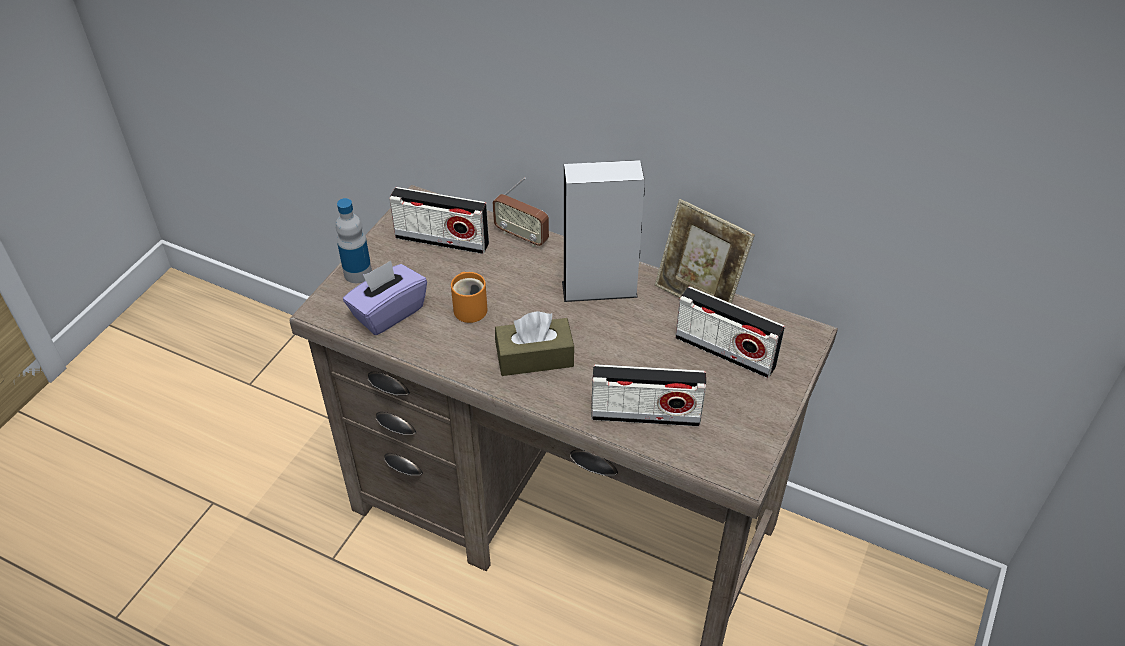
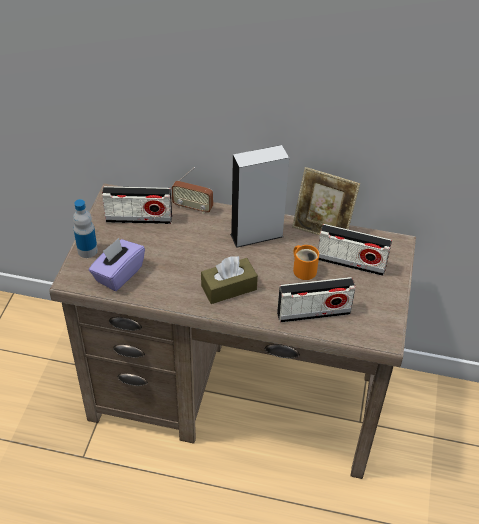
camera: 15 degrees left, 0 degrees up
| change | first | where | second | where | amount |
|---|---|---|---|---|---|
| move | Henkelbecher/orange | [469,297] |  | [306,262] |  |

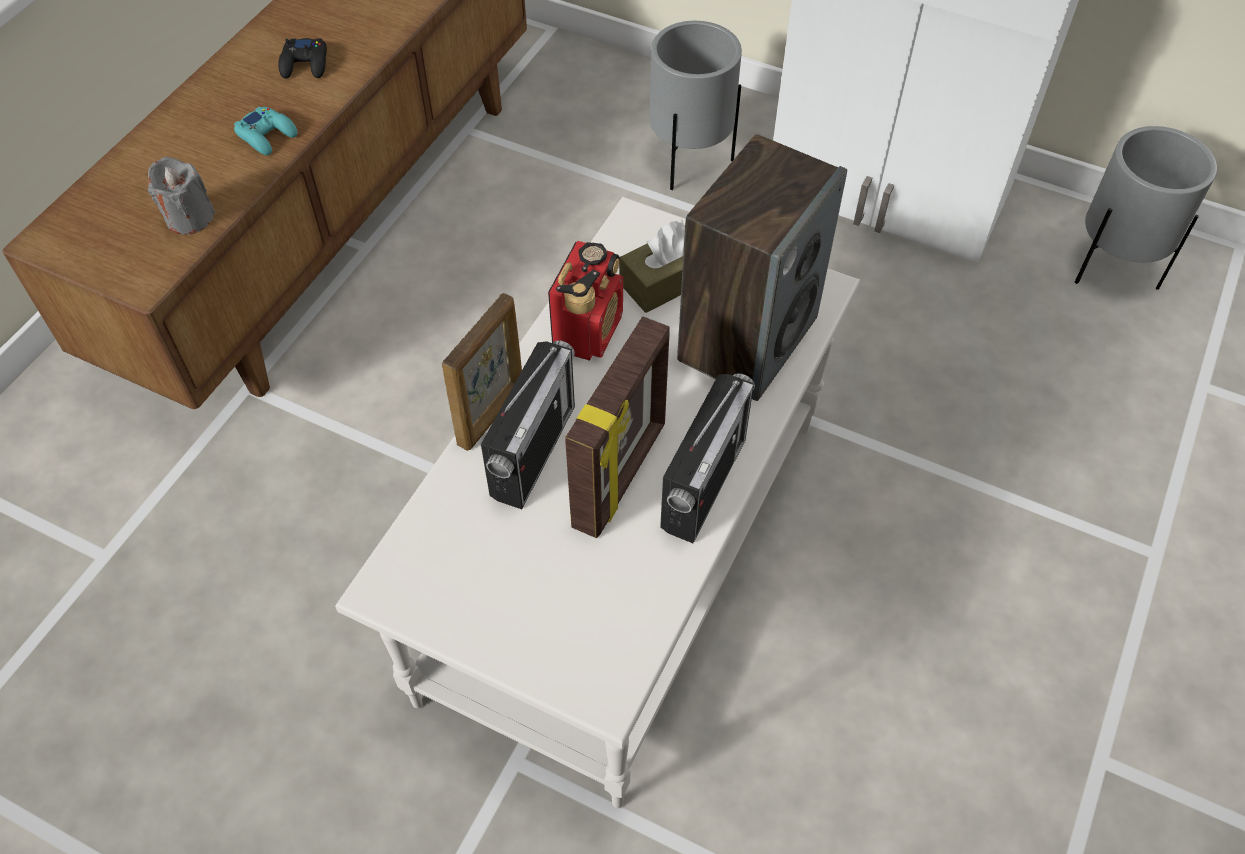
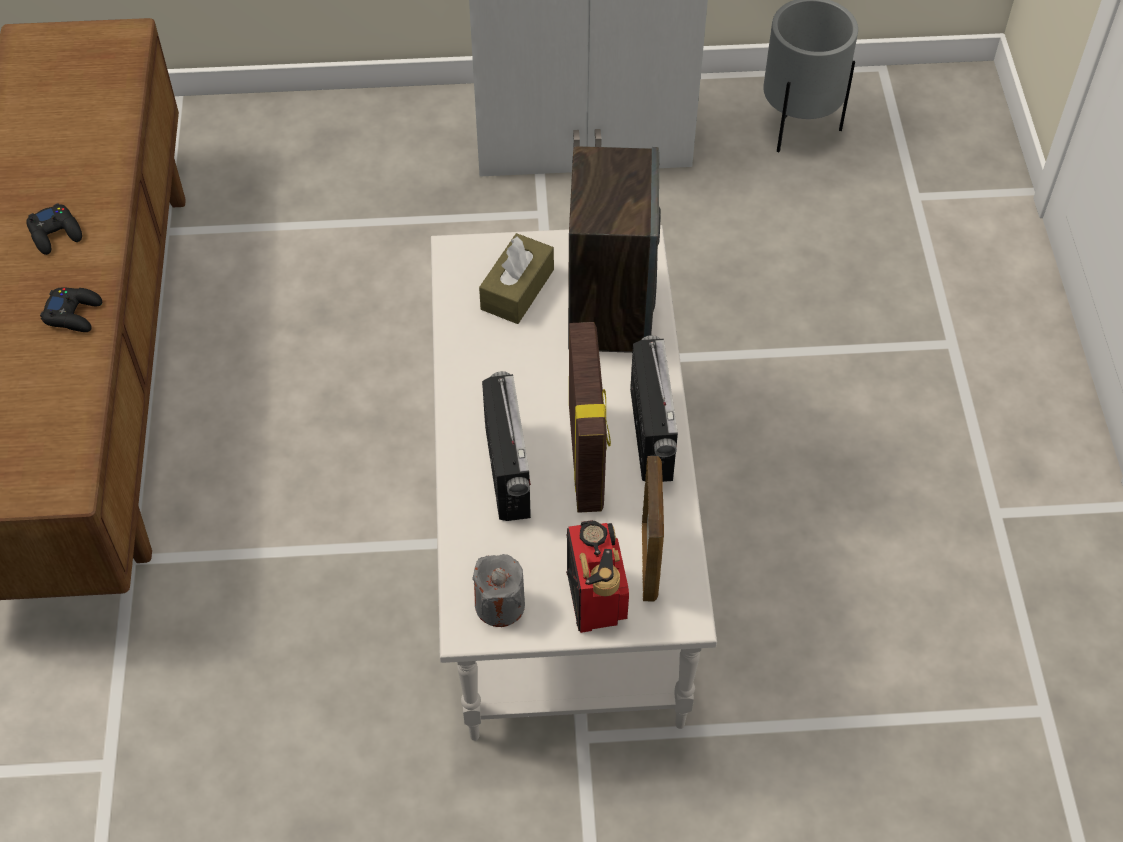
camera: 30 degrees left, 0 degrees up
| change | first | where | second | where | amount |
|---|---|---|---|---|---|
| recolor | Gamepad/türkis | [265,130] | Gamepad/schwarz | [71,310] |  |
| move | Kerze/grau | [181,196] |  | [498,590] |  |
| move | Radio | [585,301] |  | [597,576] |  |
| move | Bilderrahmen | [482,372] |  | [653,529] |  |
| delete | Pflanzkübel/grau | [696,105] |  |  |  |

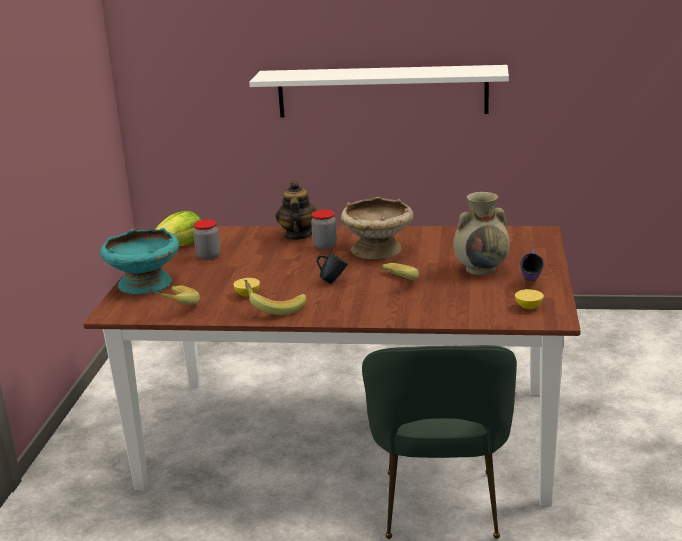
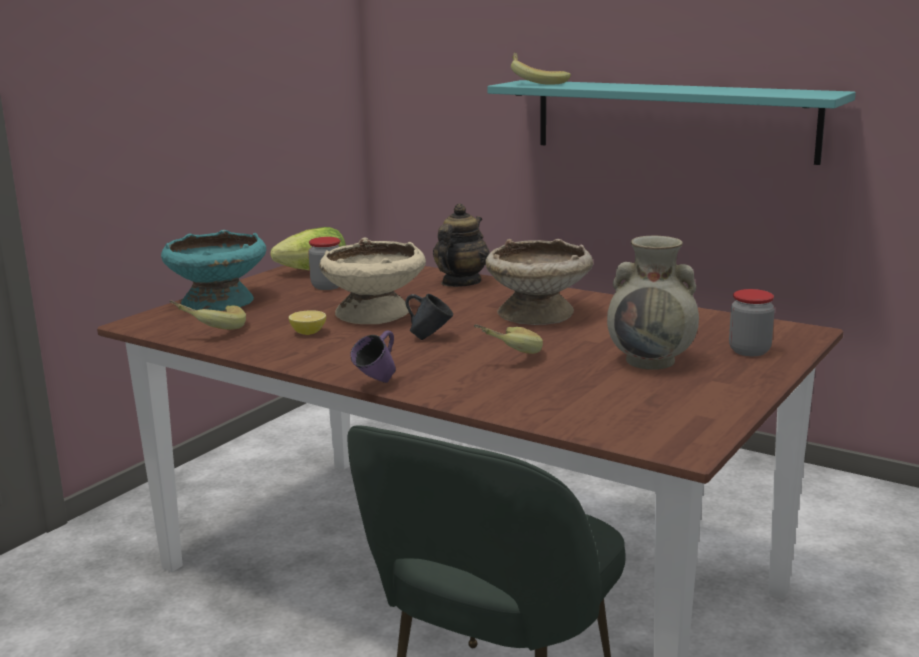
camera: 25 degrees right, 5 degrees down
| change | first | where | second | where | amount |
|---|---|---|---|---|---|
| insert |  |  | Schüssel/beige | [373,280] |  |
| move | Henkelbecher/lila | [532,265] |  | [373,356] |  |
| recolor | Wandregal/weiß | [379,91] | Wandregal/türkis | [671,122] |  |
| move | Banane | [275,297] |  | [541,68] |  |
| move | Vorratsglas | [324,230] |  | [752,322] |  |
| delete | Zitrone | [529,299] |  |  |  |

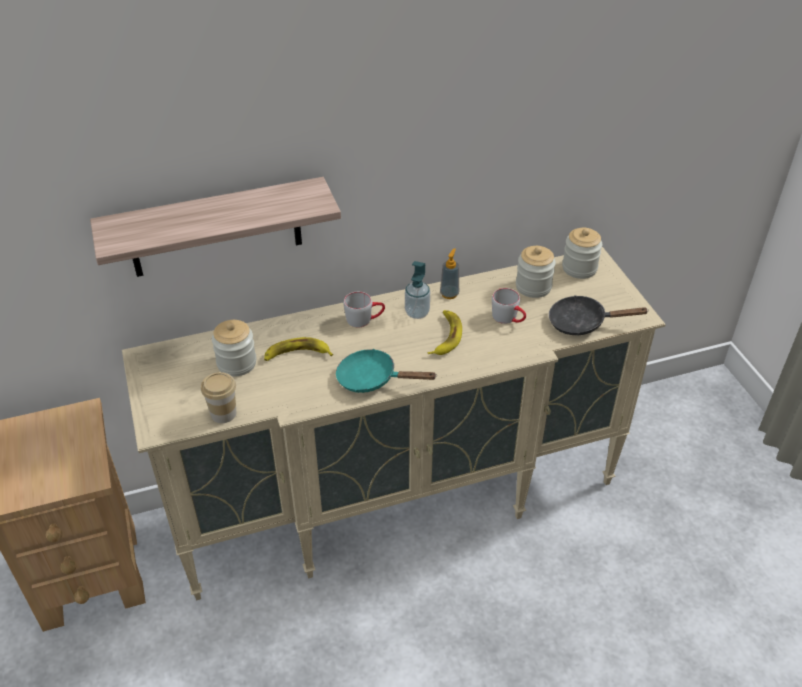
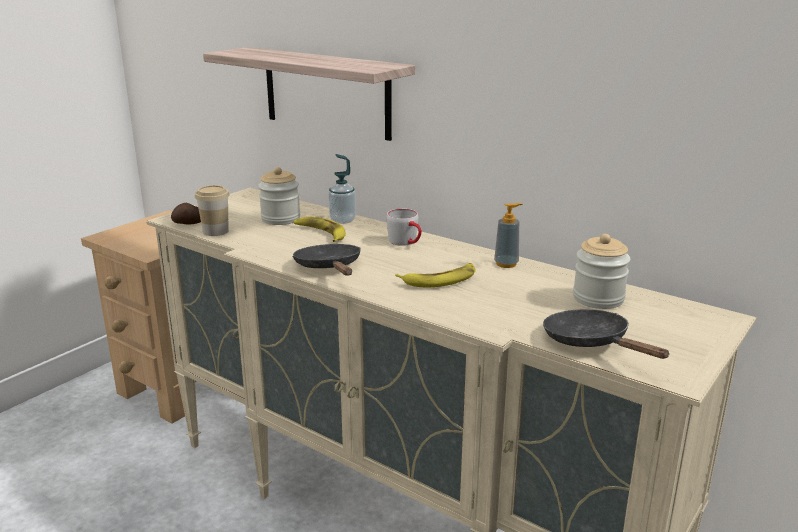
camera: 55 degrees right, 20 degrees down
| change | first | where | second | where | amount |
|---|---|---|---|---|---|
| insert |  |  | Kartoffel | [186,213] |  |
| recolor | Pfanne/türkis | [386,371] | Pfanne/schwarz | [327,260] |  |
| move | Seifenspender | [417,290] |  | [342,189] |  |
| delete | Henkelbecher/grau | [509,306] |  |  |  |
| delete | Vorratsglas | [582,253] |  |  |  |

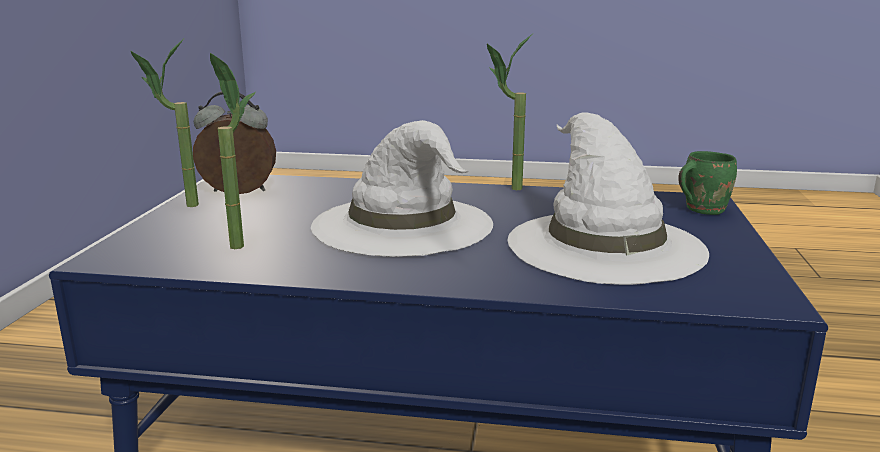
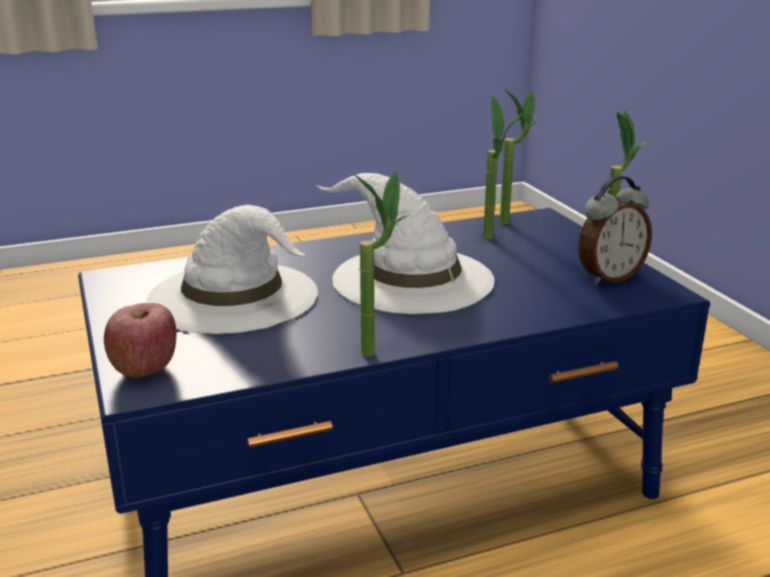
camera: 150 degrees right, 5 degrees up
| change | first | where | second | where | amount |
|---|---|---|---|---|---|
| replace | Henkelbecher/grün | [707,183] | Apfel | [140,340] |  |
| insert |  |  | Topfpflanze | [520,156] |  |

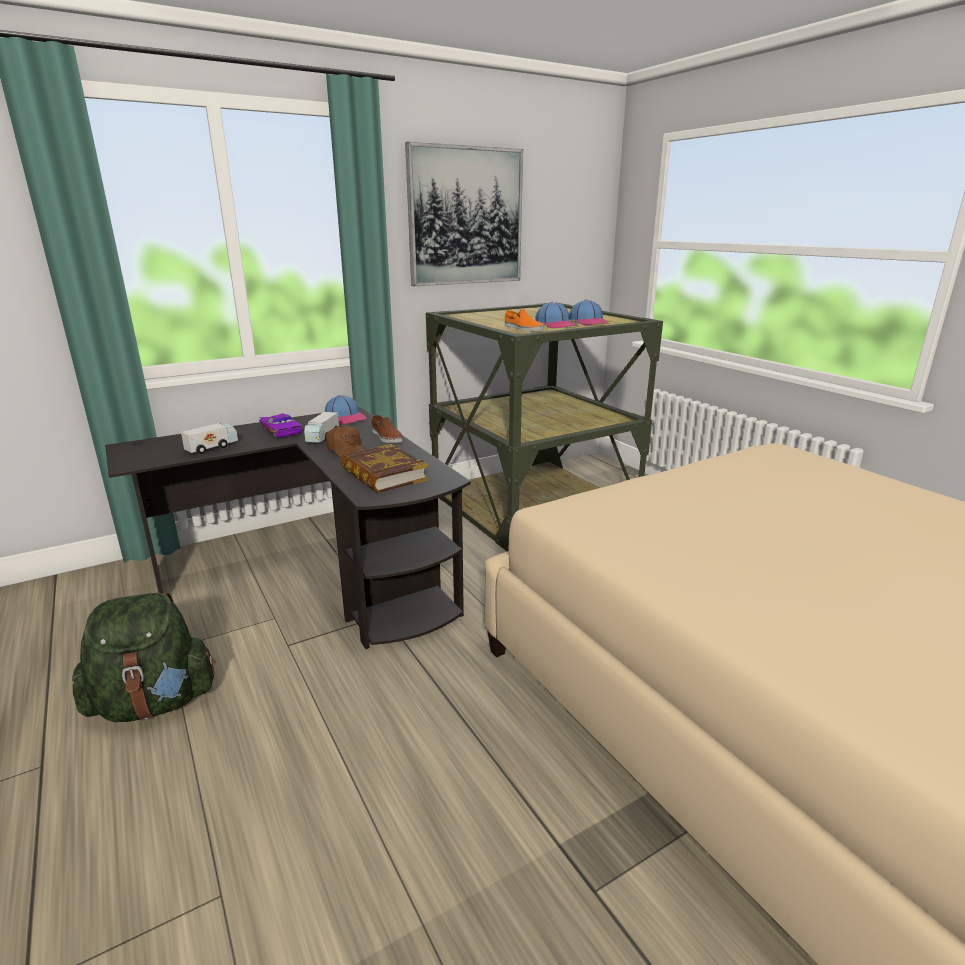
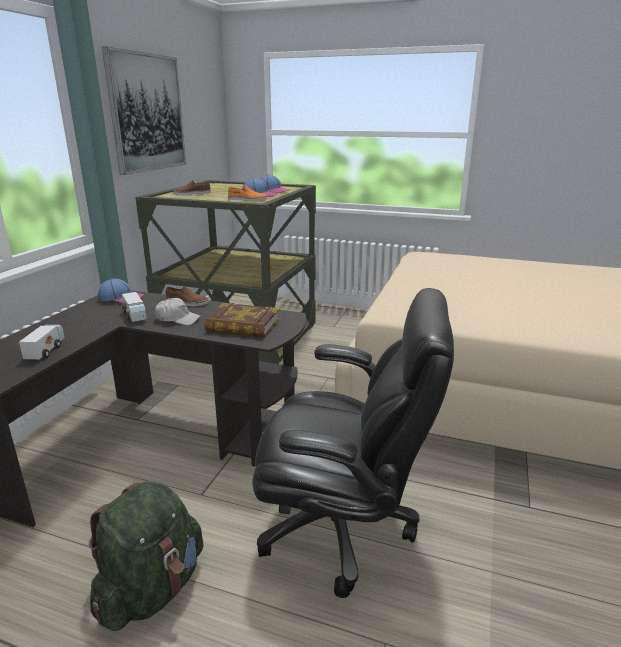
camera: 40 degrees left, 0 degrees up
| change | first | where | second | where | amount |
|---|---|---|---|---|---|
| recolor | Kappe/braun | [346,441] | Kappe/weiß | [178,311] |  |
| insert |  |  | Schuh/braun | [192,187] |  |
| insert |  |  | Bürostuhl/schwarz | [353,443] |  |
| delete | Spielzeugauto/lila | [280,425] |  |  |  |

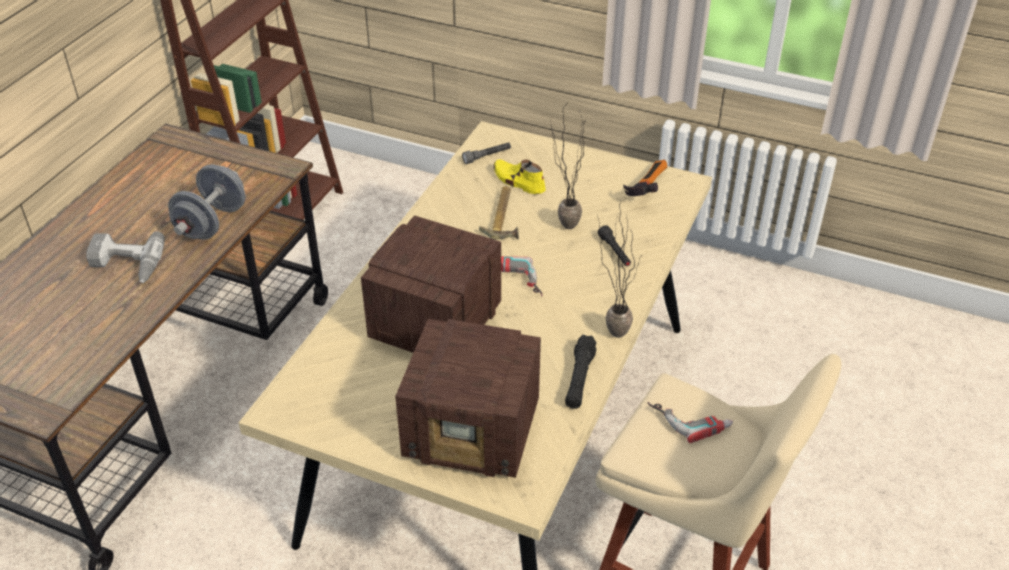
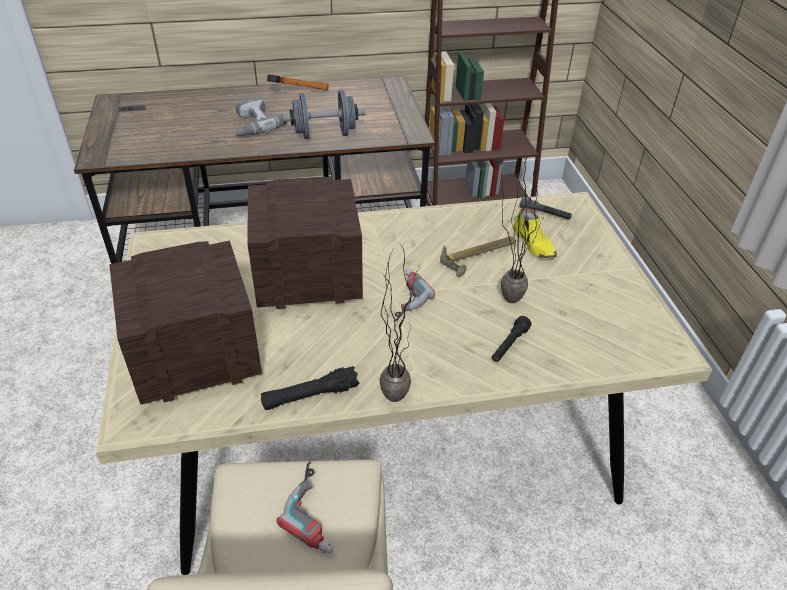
camera: 55 degrees right, 0 degrees up
| change | first | where | second | where | amount |
|---|---|---|---|---|---|
| rotate | Radio | [468,398] |  | [185,323] | 90 degrees clockwise |
| move | Hammer | [645,178] |  | [298,82] |  |
| rotate | Schuh/gelb | [519,176] |  | [535,233] | 150 degrees clockwise |

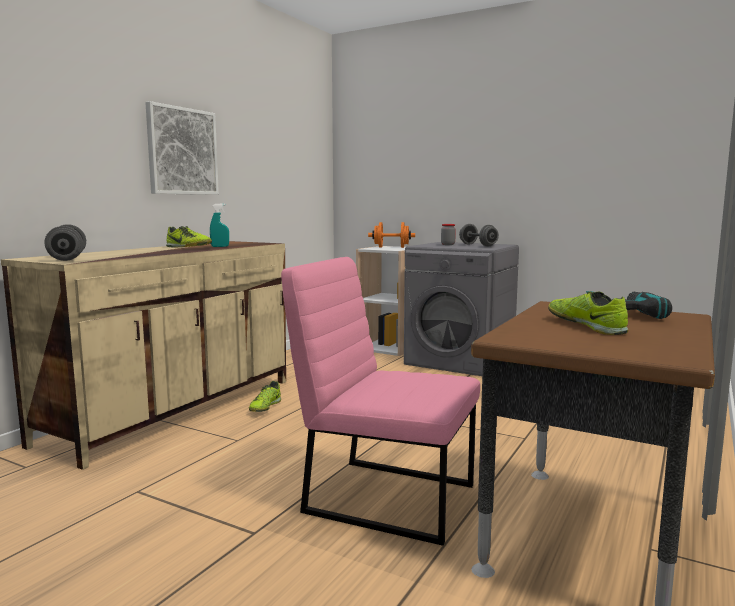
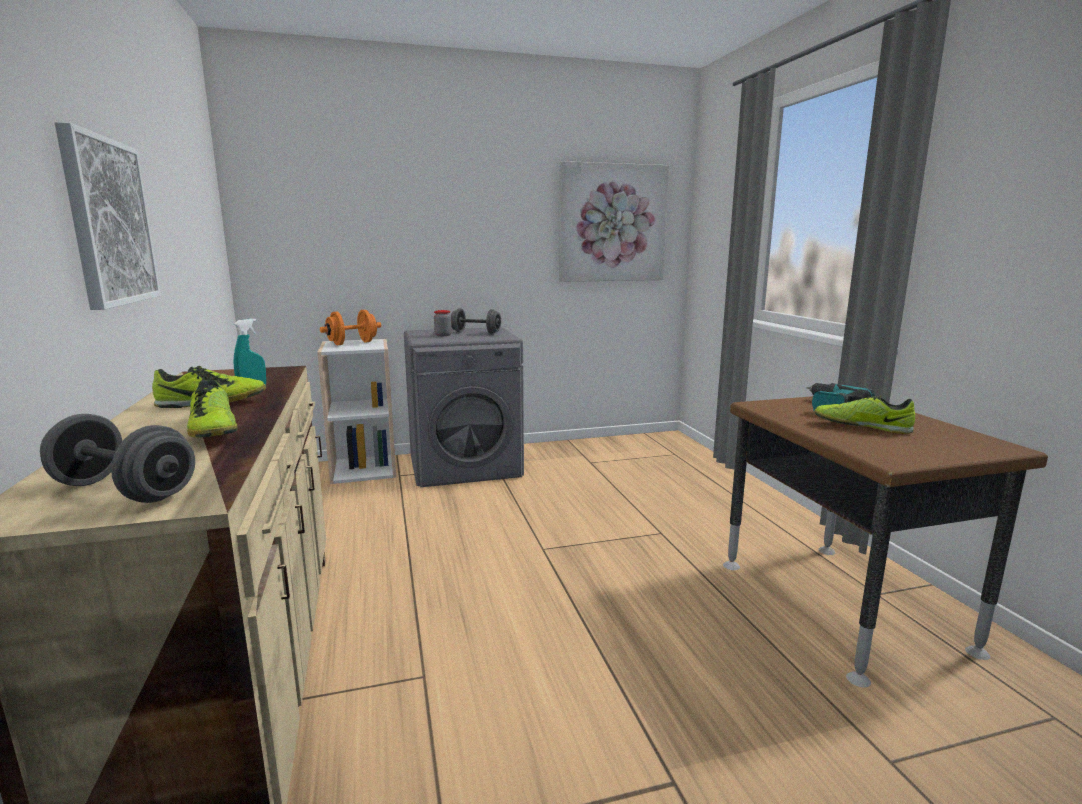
camera: 45 degrees left, 5 degrees up
| change | first | where | second | where | amount |
|---|---|---|---|---|---|
| move | Schuh | [265,396] |  | [212,409] |  |
| insert |  |  | Bild | [614,221] |  |
| delete | Stuhl/rosa | [380,401] |  |  |  |

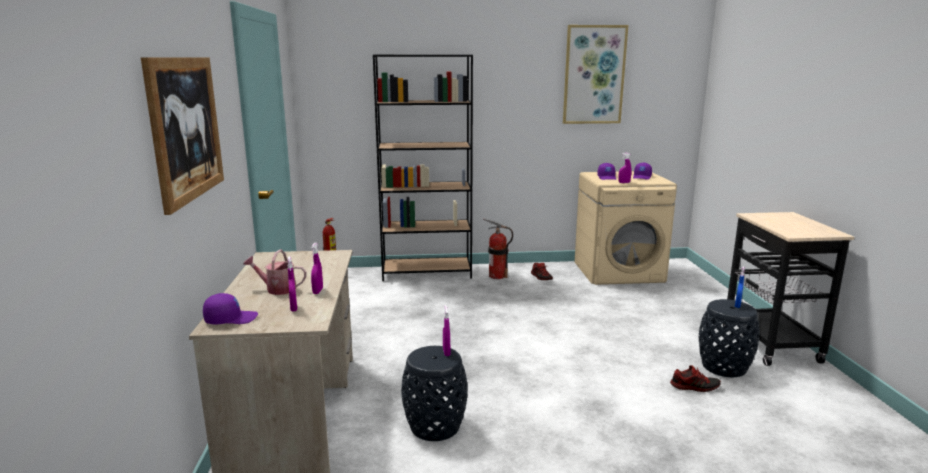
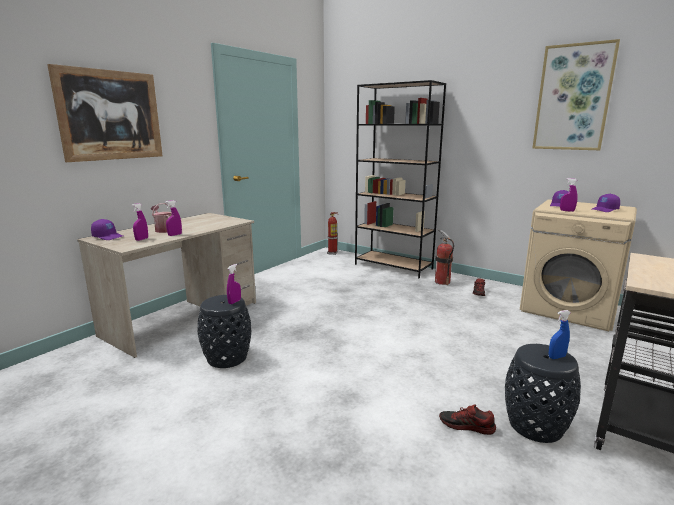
camera: 40 degrees right, 0 degrees up
| change | first | where | second | where | amount |
|---|---|---|---|---|---|
| rotate | Schuh | [695,378] |  | [467,419] | 150 degrees clockwise |

